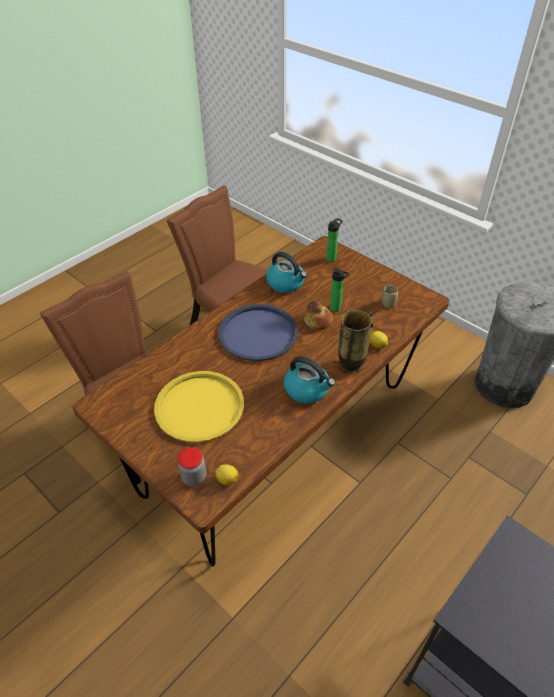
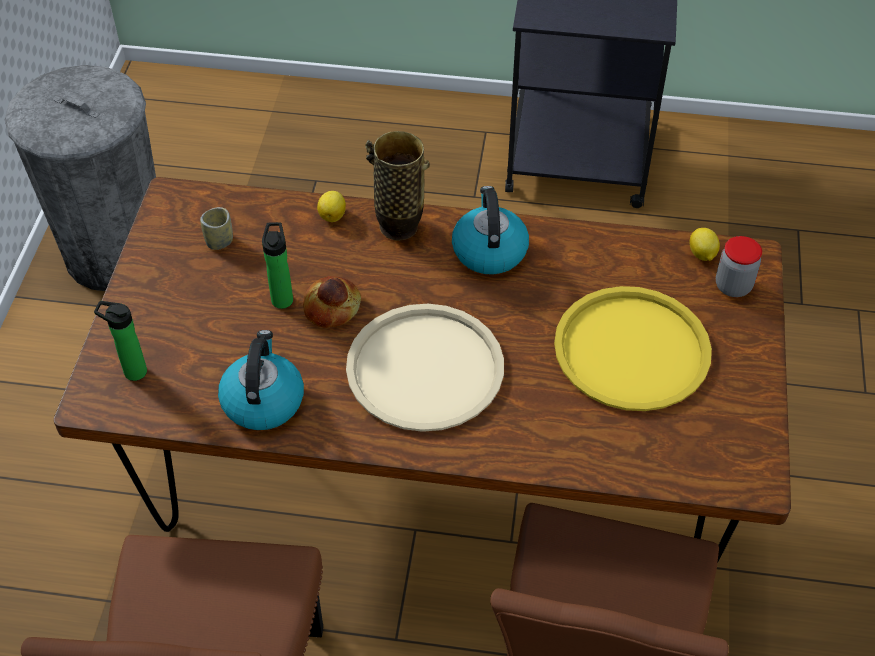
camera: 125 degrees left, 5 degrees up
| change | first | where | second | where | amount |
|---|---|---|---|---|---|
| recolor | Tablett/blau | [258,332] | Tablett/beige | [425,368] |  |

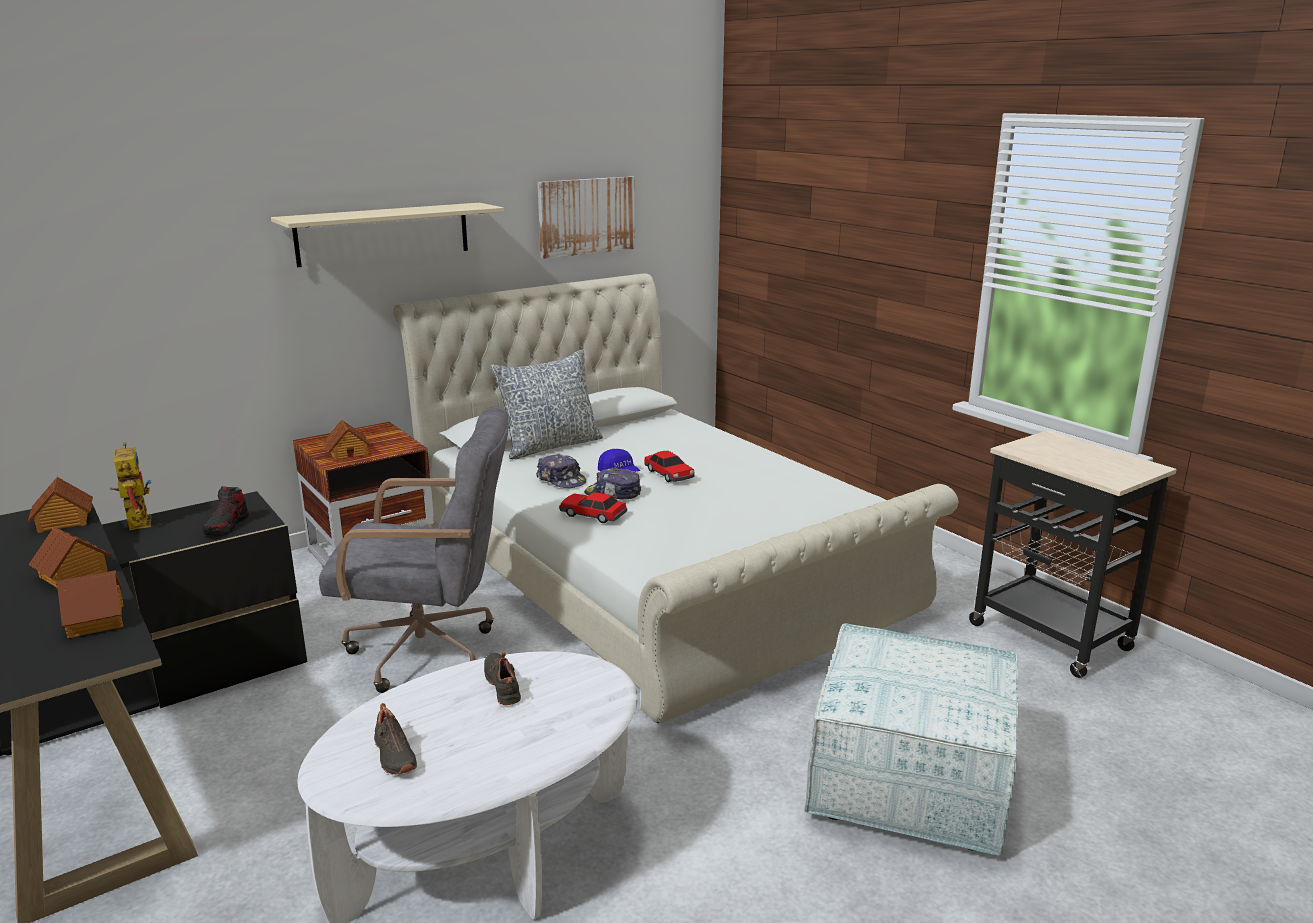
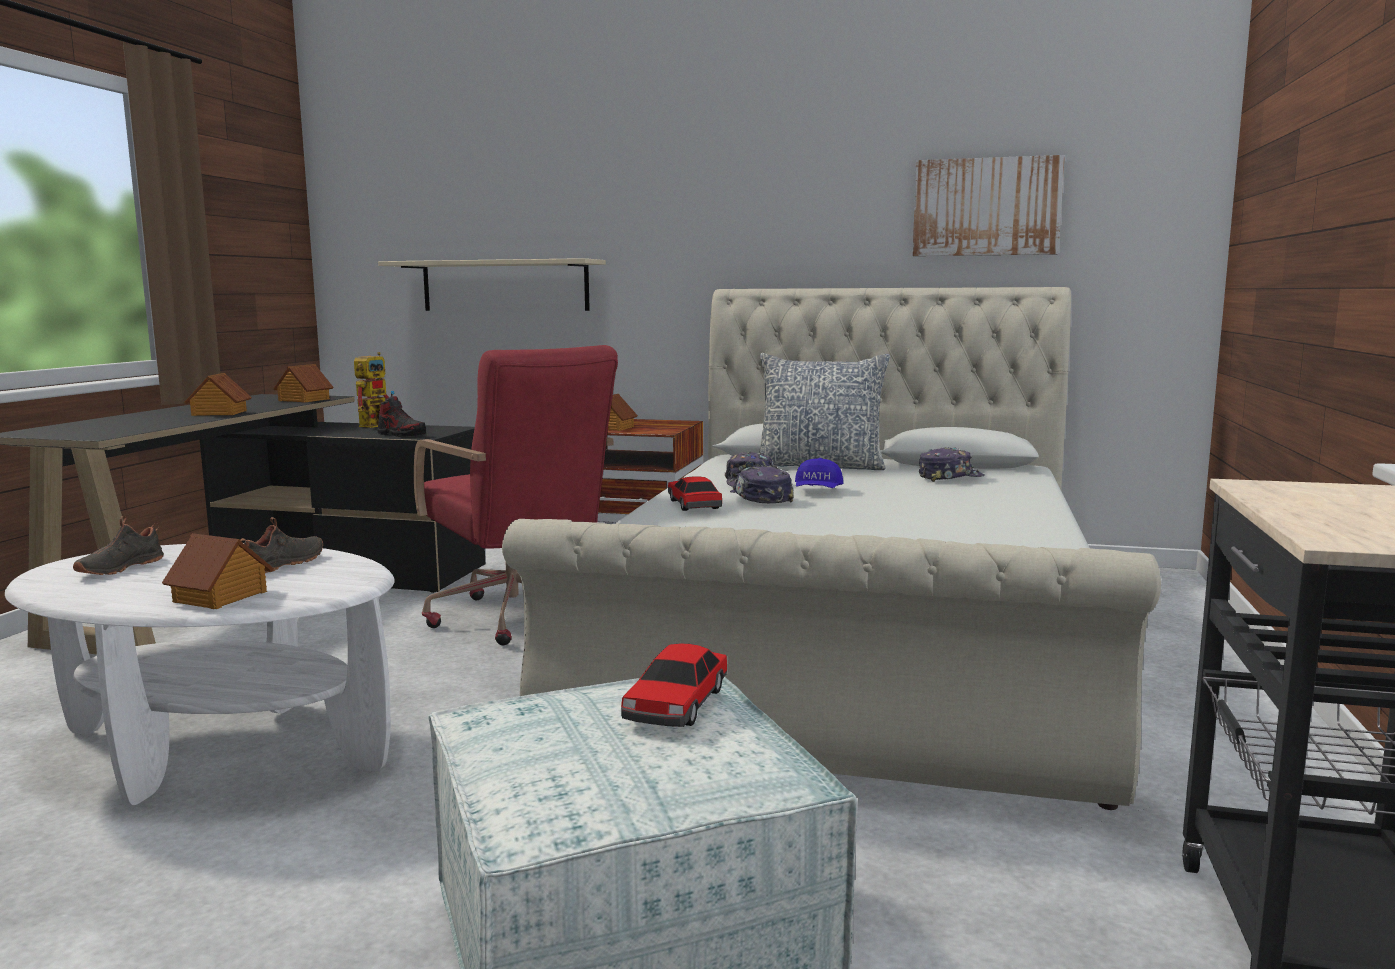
camera: 50 degrees right, 10 degrees down
| change | first | where | second | where | amount |
|---|---|---|---|---|---|
| move | Spielzeughaus | [89,604] |  | [218,571] |  |
| rotate | Schuh | [226,511] |  | [401,416] | 120 degrees counterclockwise |
| move | Wandregal/beige | [387,235] |  | [492,284] |  |
| recolor | Bürostuhl/grau | [414,549] | Bürostuhl/rot | [516,495] |  |
| move | Spielzeugauto | [669,466] |  | [674,685] |  |
| insert |  |  | Kappe | [952,464] |  |

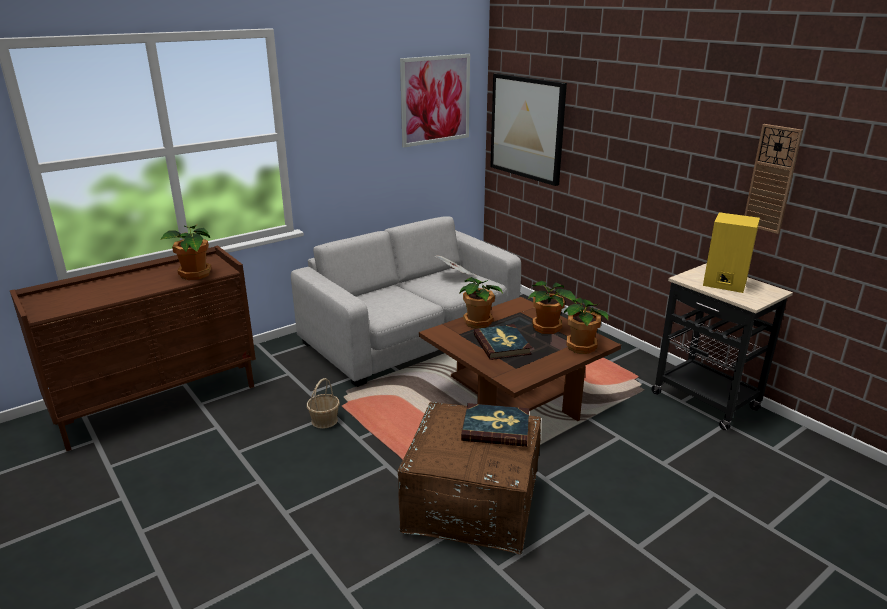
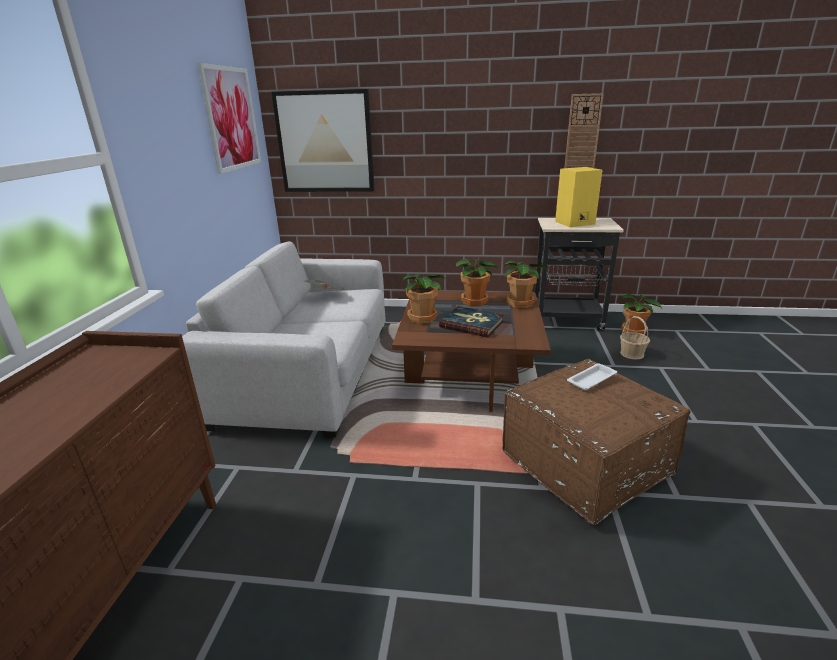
camera: 45 degrees left, 0 degrees up
| change | first | where | second | where | amount |
|---|---|---|---|---|---|
| replace | Buch | [495,425] | Tablett/weiß | [592,376] |  |
| move | Korb | [323,403] |  | [635,338] |  |
| move | Topfpflanze | [185,252] |  | [641,314] |  |

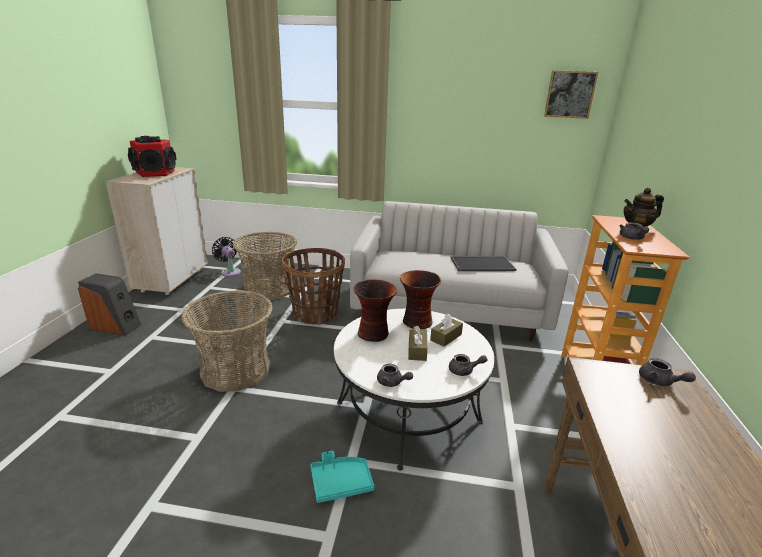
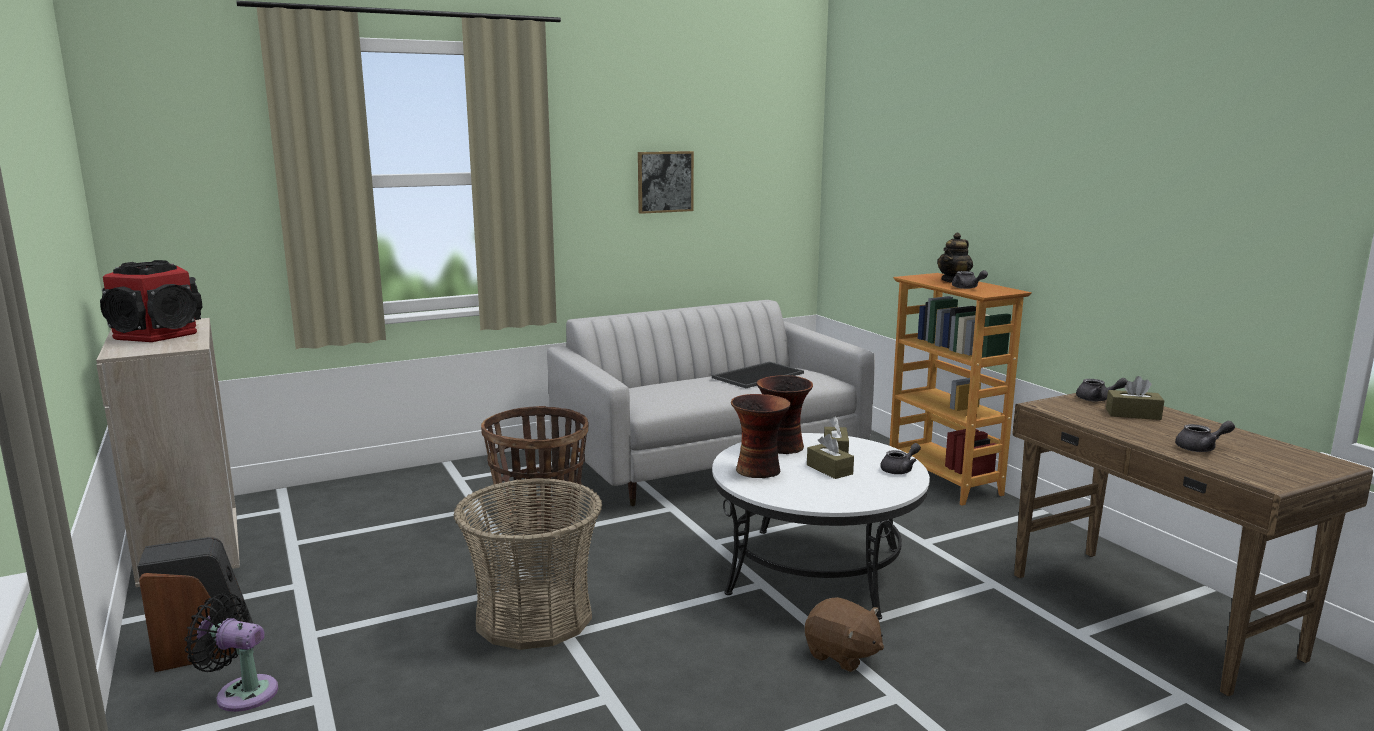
camera: 35 degrees left, 10 degrees down
| change | first | where | second | where | amount |
|---|---|---|---|---|---|
| move | Ventilator/schwarz | [226,257] |  | [231,652] |  |
| move | Bild | [571,94] |  | [666,182] |  |
| replace | Tablett/türkis | [343,477] | Plüschtier/braun | [844,634] |  |
| insert |  |  | Taschentuchbox/braun | [1135,398] |  |
| move | Teekanne/grau | [395,375] |  | [1205,436] |  |
| delete | Korb | [265,266] |  |  |  |

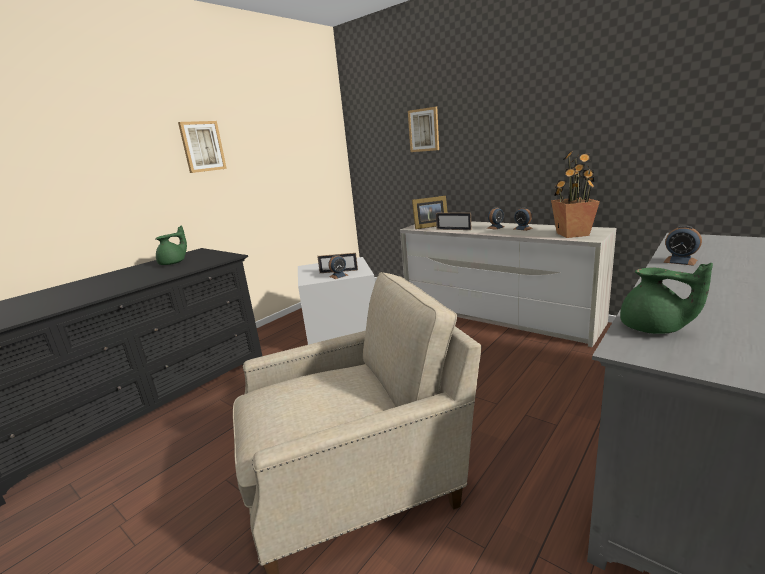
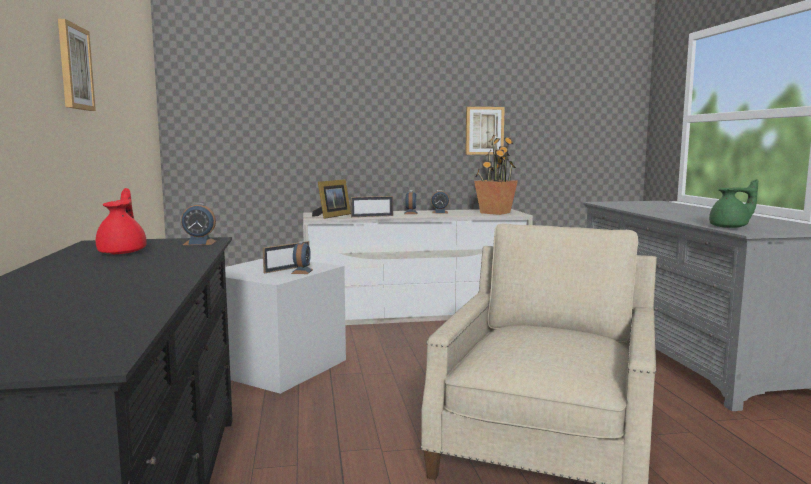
camera: 50 degrees left, 10 degrees down
| change | first | where | second | where | amount |
|---|---|---|---|---|---|
| recolor | Teekanne/grün | [171,245] | Teekanne/rot | [121,221] |  |
| move | Wecker | [682,245] |  | [198,224] |  |
| move | Bild | [423,129] |  | [485,131] |  |

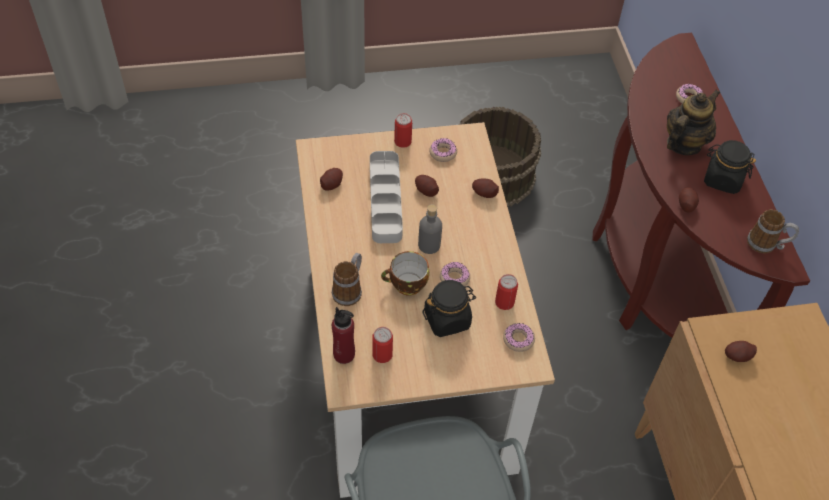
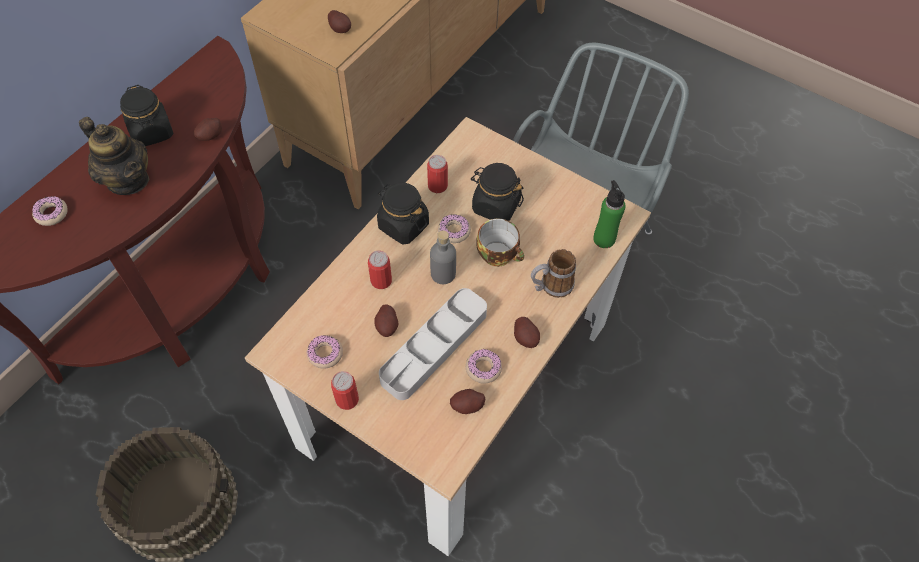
camera: 135 degrees left, 5 degrees up
| change | first | where | second | where | amount |
|---|---|---|---|---|---|
| rotate | Teekanne | [693,122] |  | [114,156] | 135 degrees counterclockwise |
| move | Dose | [382,345] |  | [380,270] |  |
| insert |  |  | Vorratsglas/schwarz | [403,213] |  |
| move | Donut | [519,337] |  | [484,366] |  |
| move | Kartoffel | [485,188] |  | [527,332] |  |
| recolor | Flasche/rot | [343,335] | Flasche/grün | [609,214] |  |
| delete | Henkelbecher | [773,231] |  |  |  |

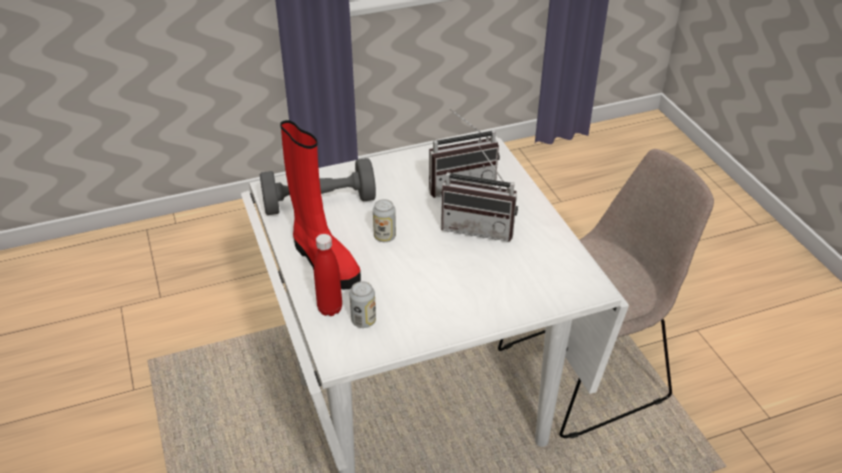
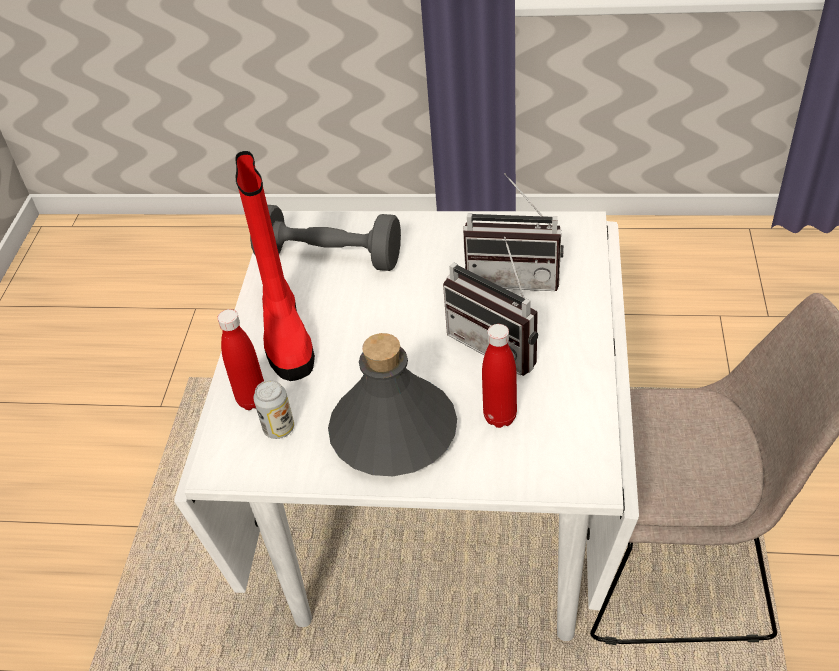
camera: 30 degrees right, 5 degrees up
| change | first | where | second | where | amount |
|---|---|---|---|---|---|
| insert |  |  | Flasche/grau | [392,404] |  |
| insert |  |  | Flasche/rot | [499,376] |  |
| delete | Dose | [384,220] |  |  |  |

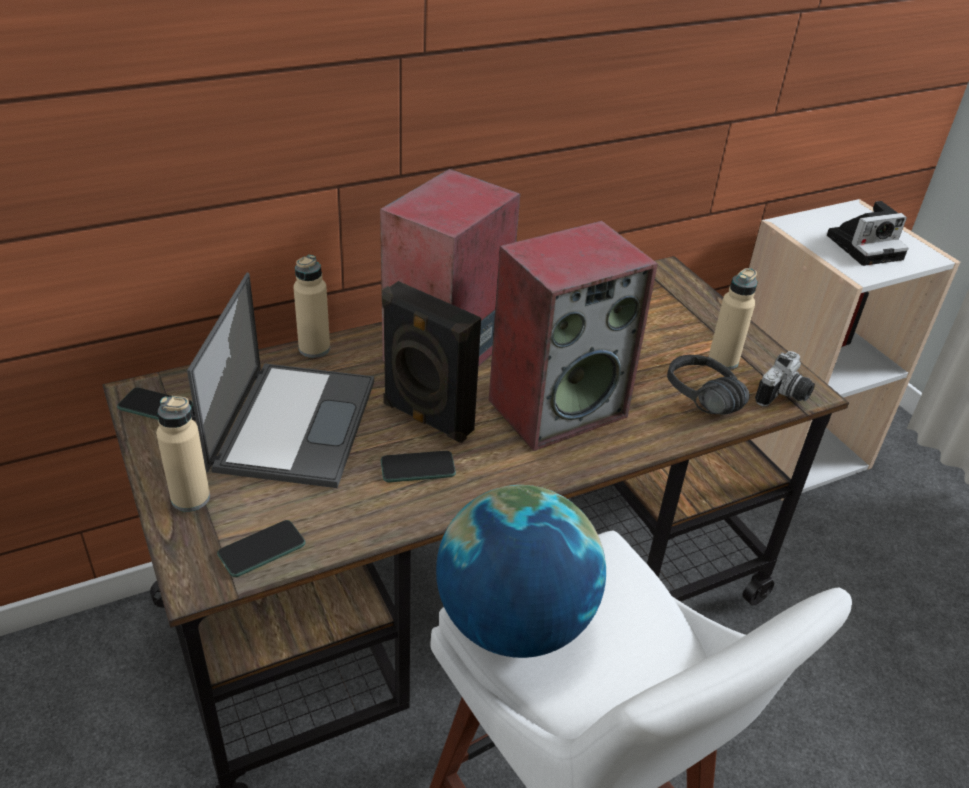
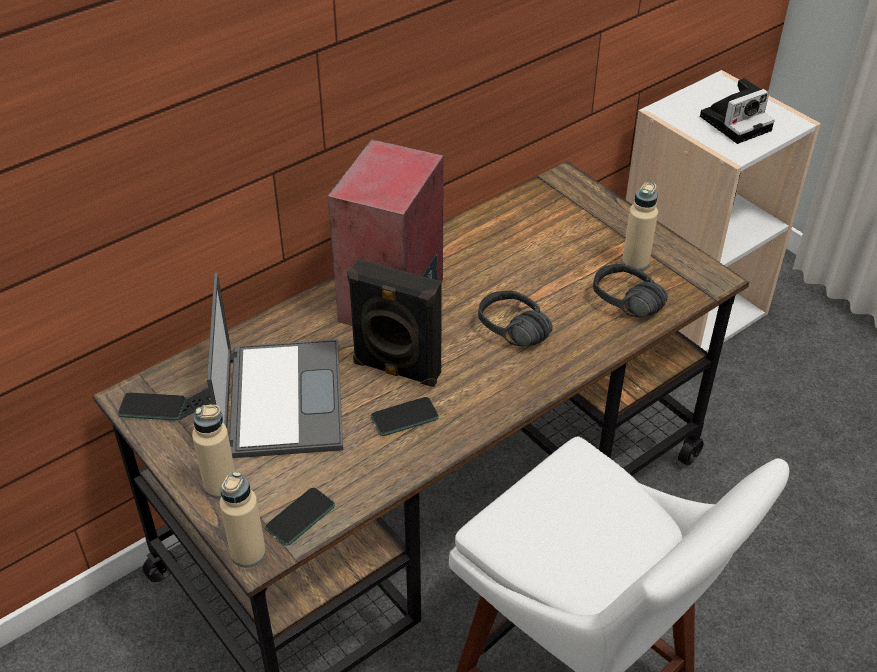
camera: 10 degrees left, 5 degrees up
| change | first | where | second | where | amount |
|---|---|---|---|---|---|
| move | Flasche/beige | [311,306] |  | [243,519] |  |
| replace | Lautsprecher | [573,336] | Kopfhörer/schwarz | [515,318] |  |
| delete | Globus | [521,571] |  |  |  |
| delete | Kamera | [785,379] |  |  |  |

